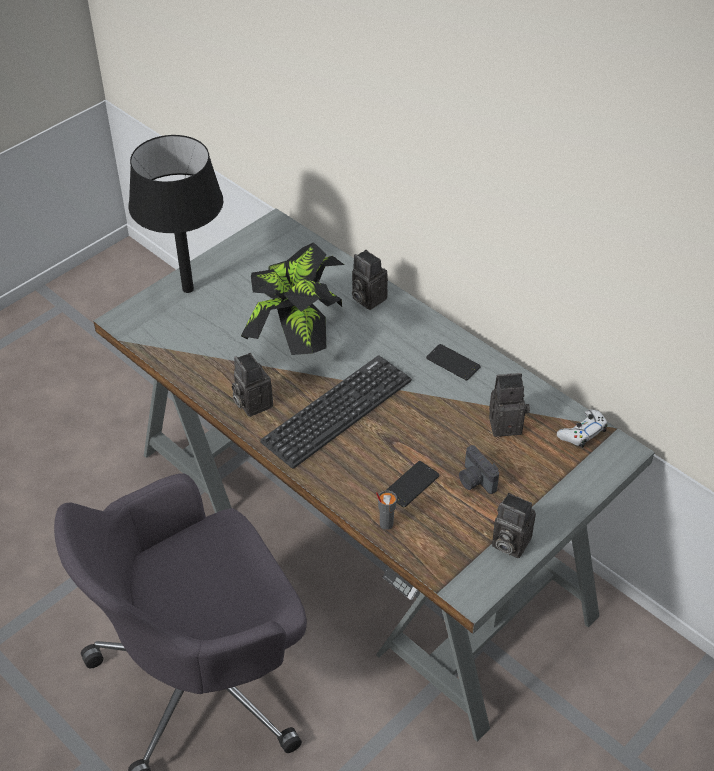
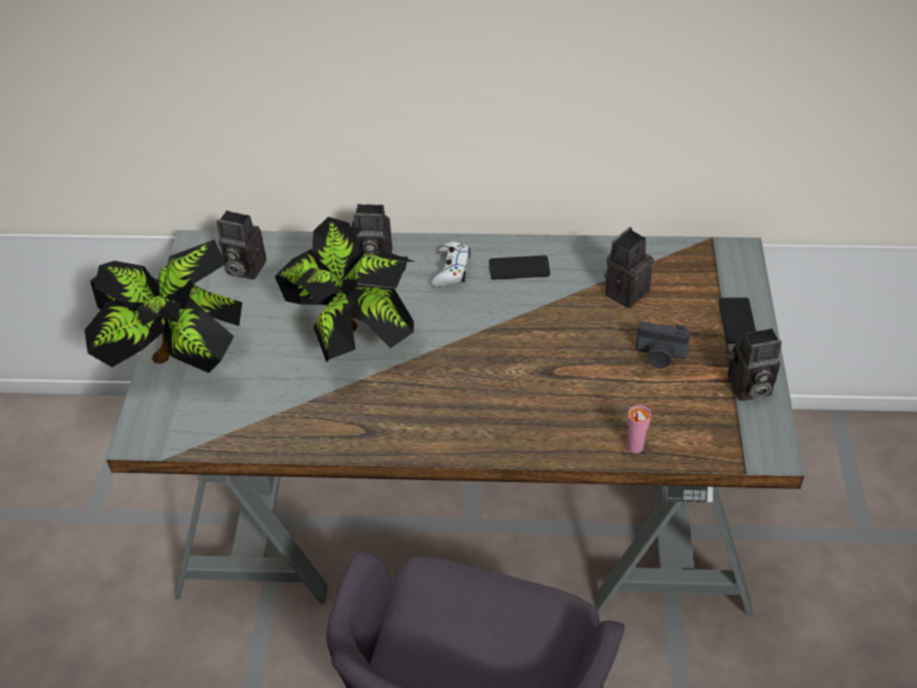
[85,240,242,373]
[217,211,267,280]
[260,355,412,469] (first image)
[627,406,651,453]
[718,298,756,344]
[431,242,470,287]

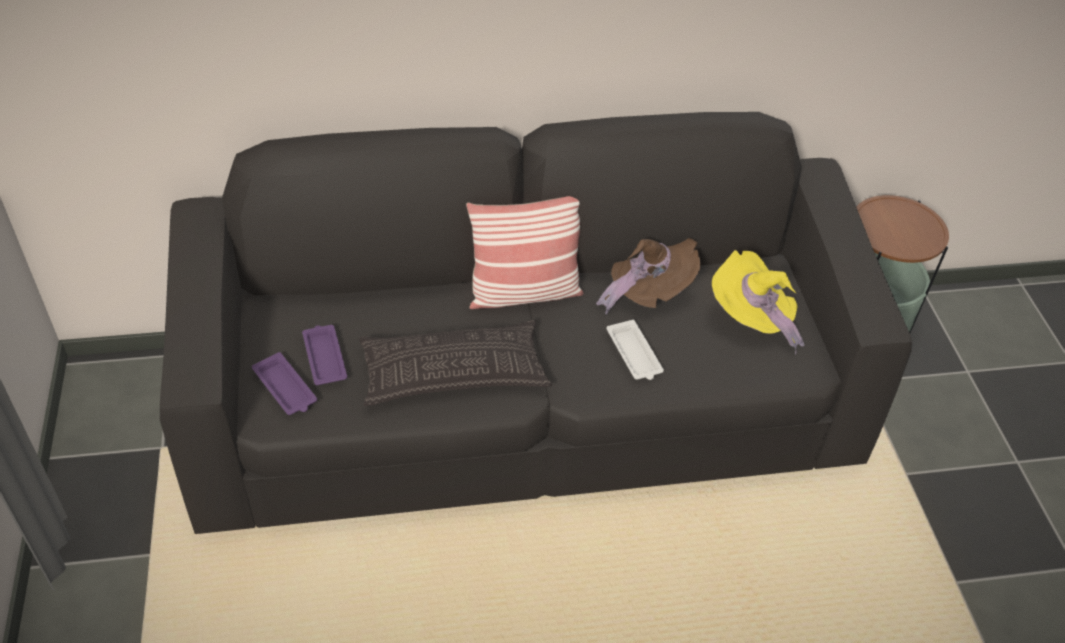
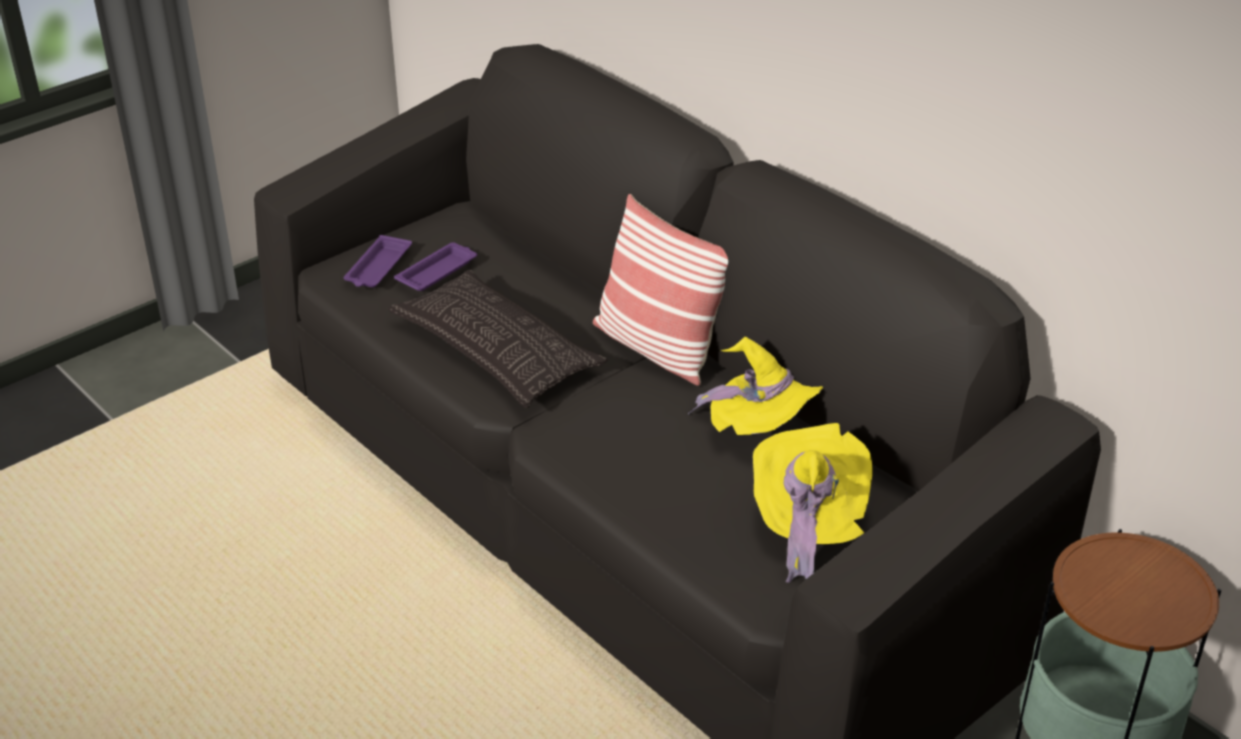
[688,337,823,435]
[606,320,664,380] (first image)

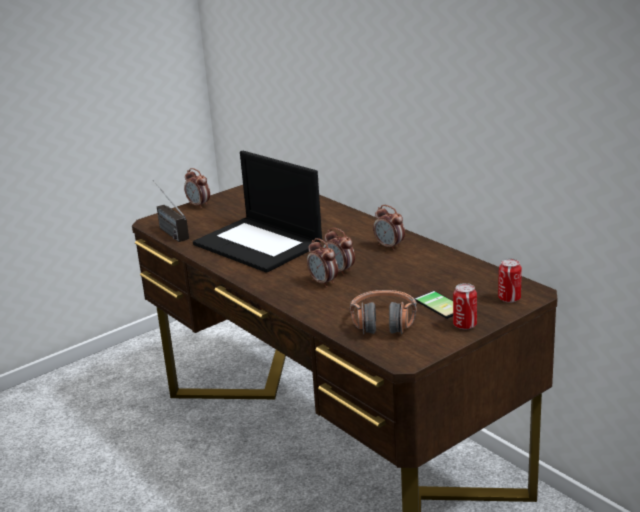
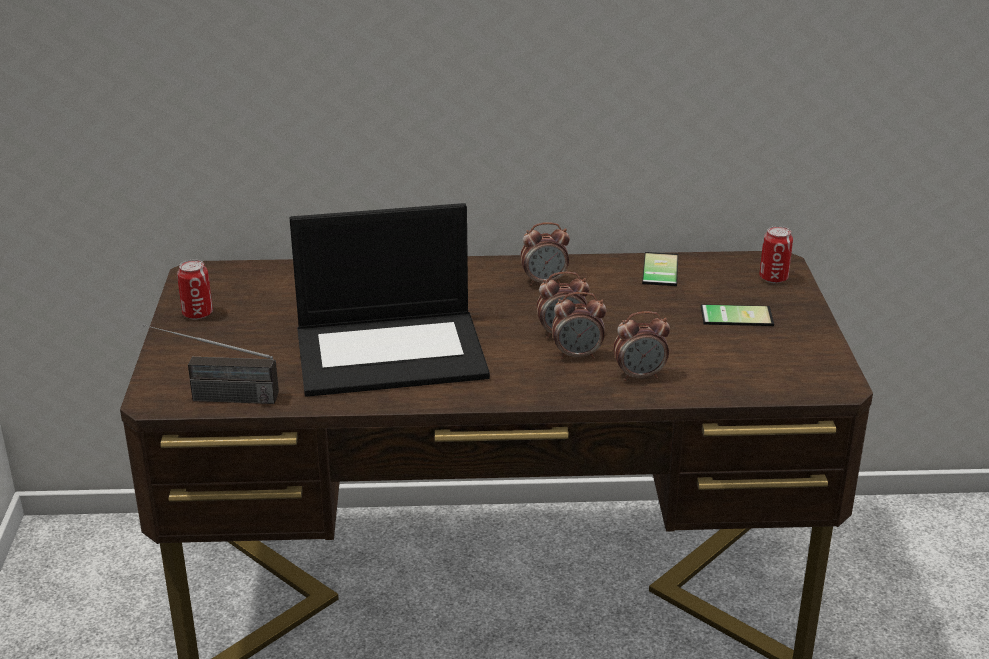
[613,311,670,381]
[350,290,417,334] (first image)
[177,260,213,319]
[642,252,678,286]

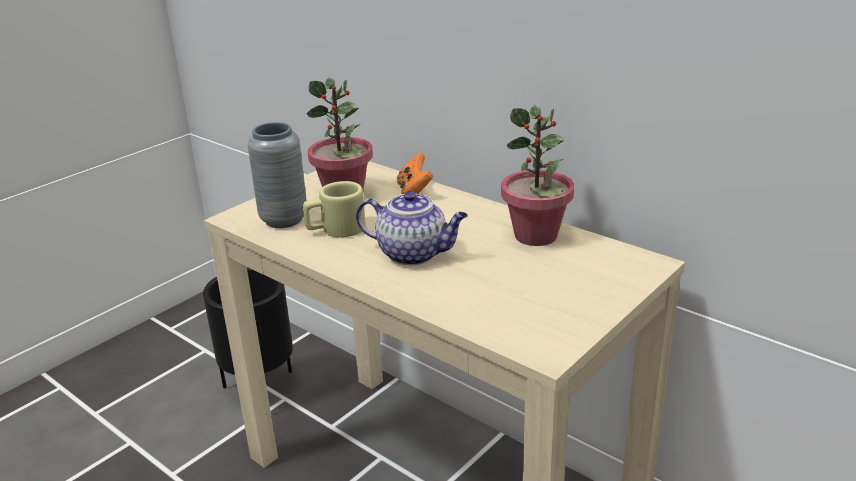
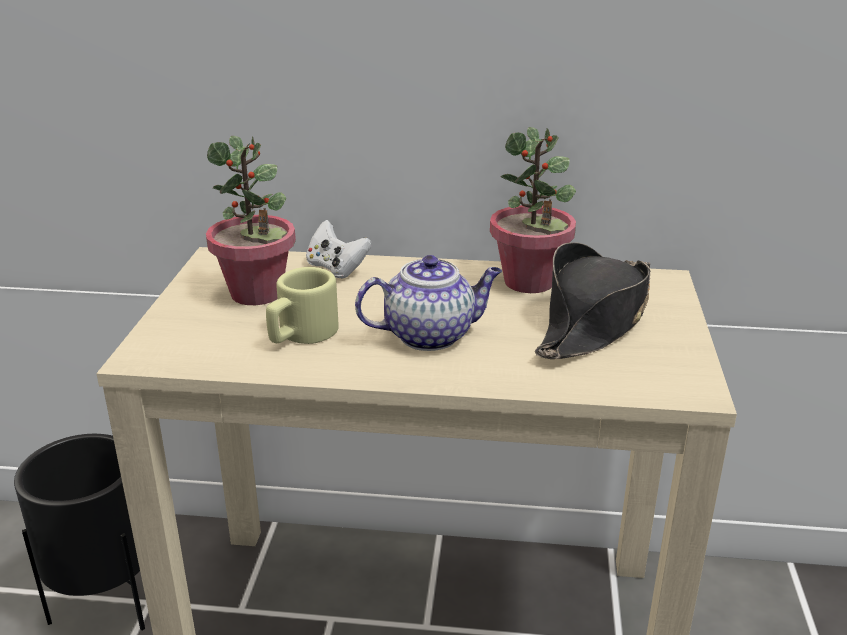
[248,122,307,228] (first image)
[306,220,372,279]
[535,242,650,359]

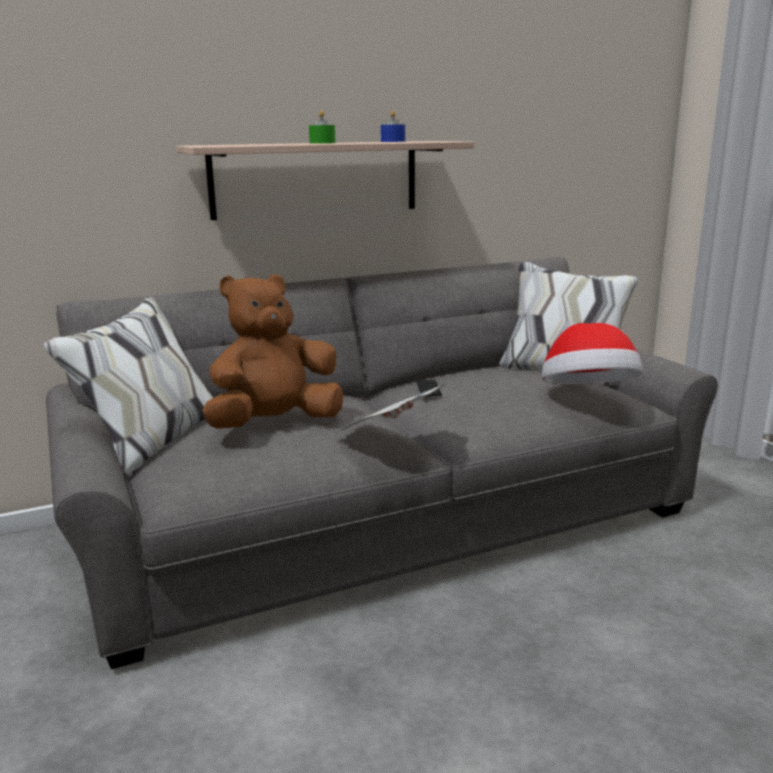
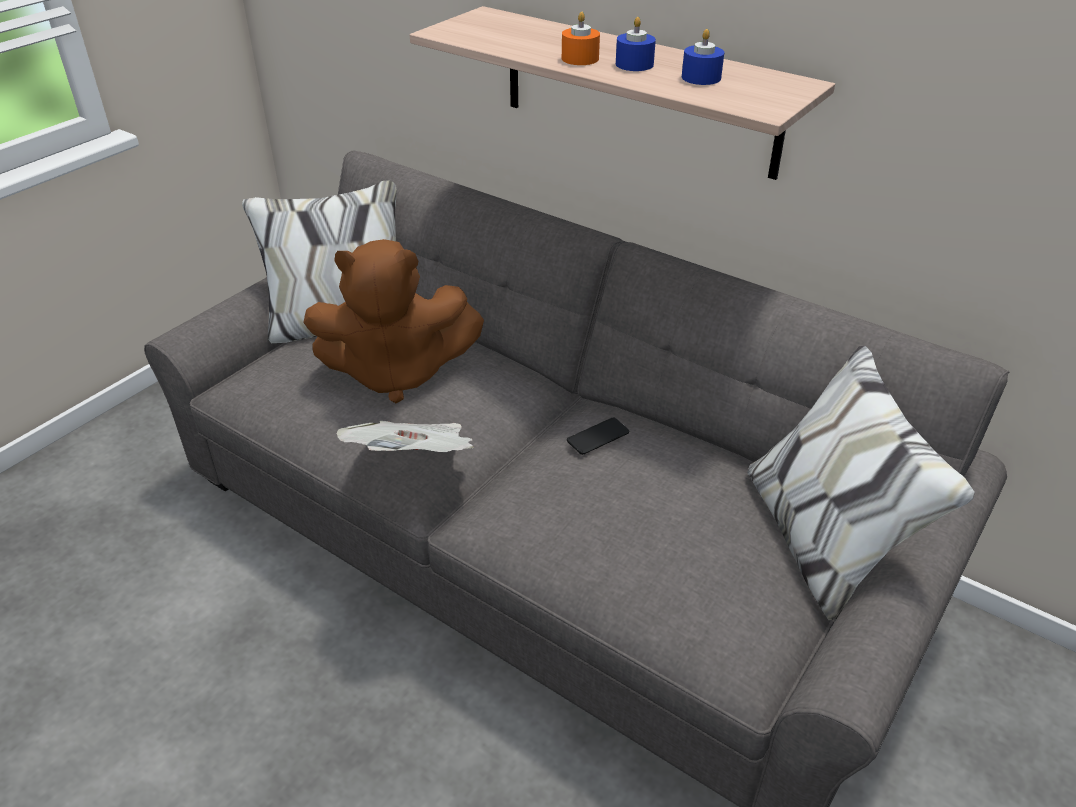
[303,239,484,403]
[562,12,600,65]
[542,323,643,384] (first image)
[616,17,656,71]

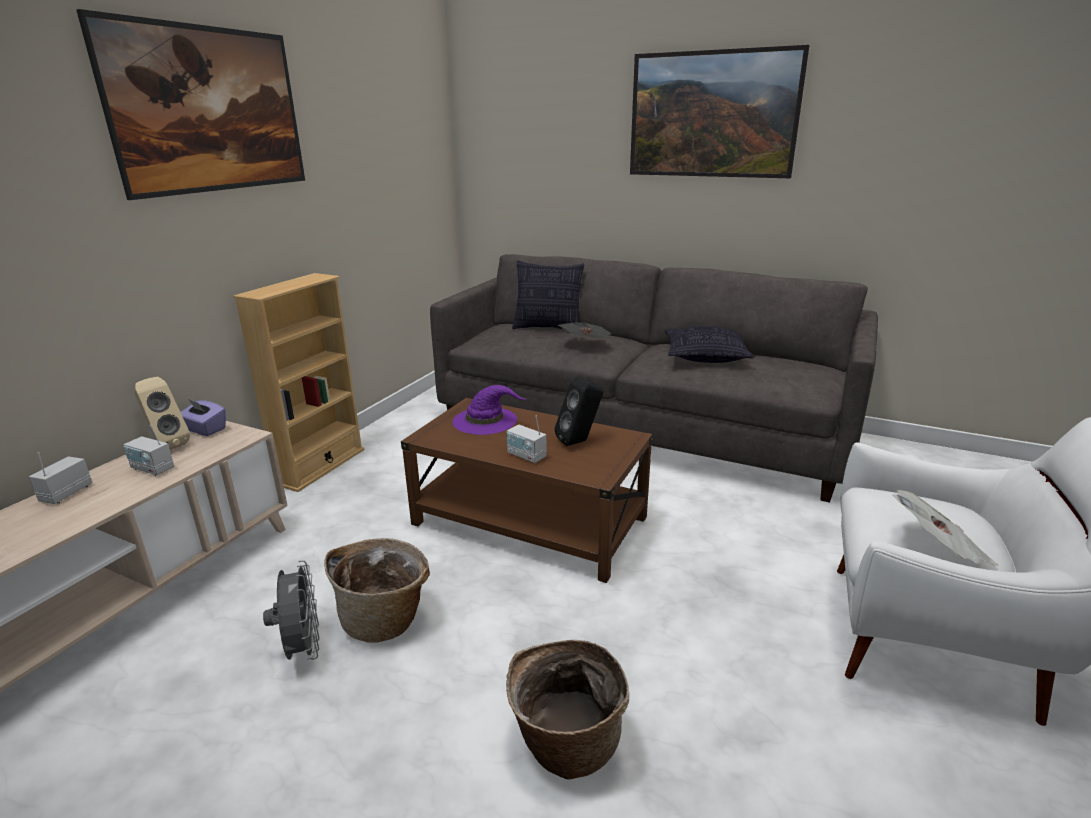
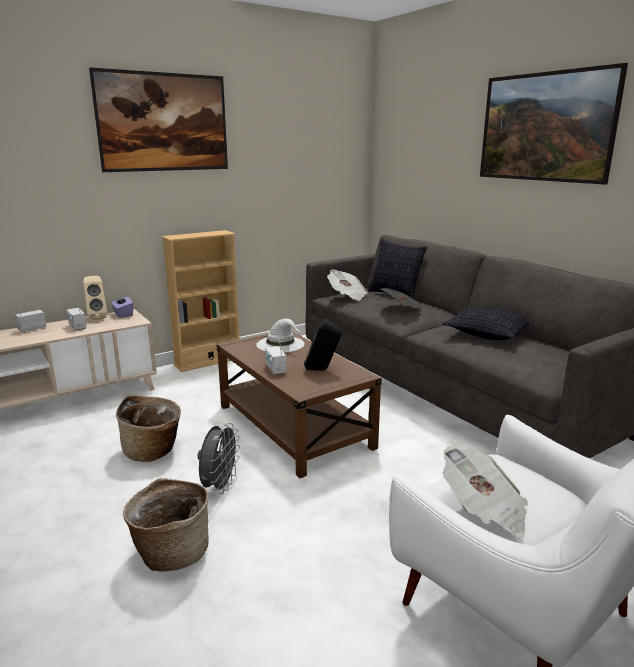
[197,423,240,494]
[256,319,305,353]
[327,270,368,301]

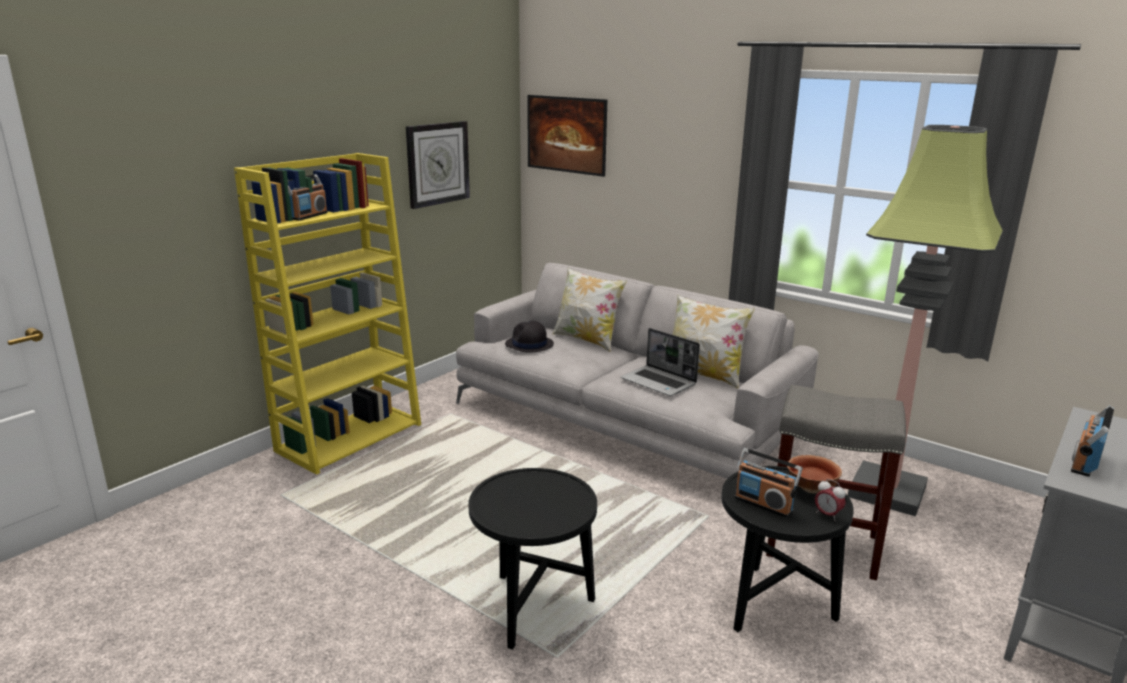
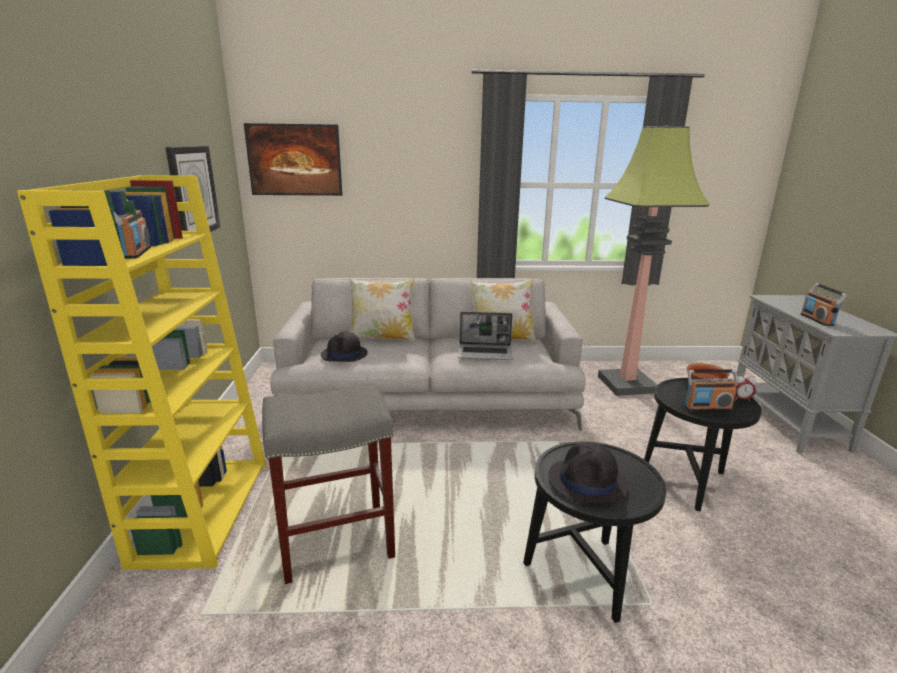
[262,383,395,584]
[548,442,628,503]

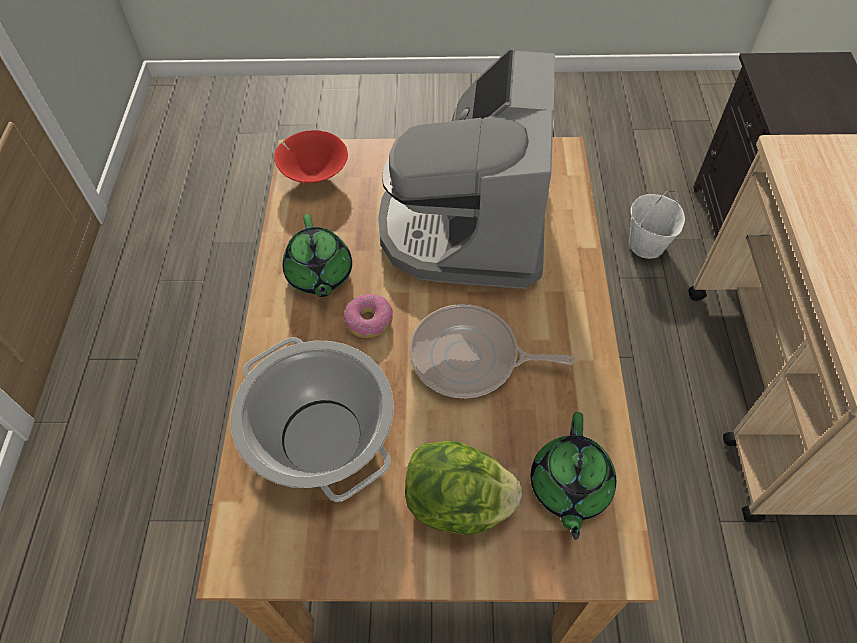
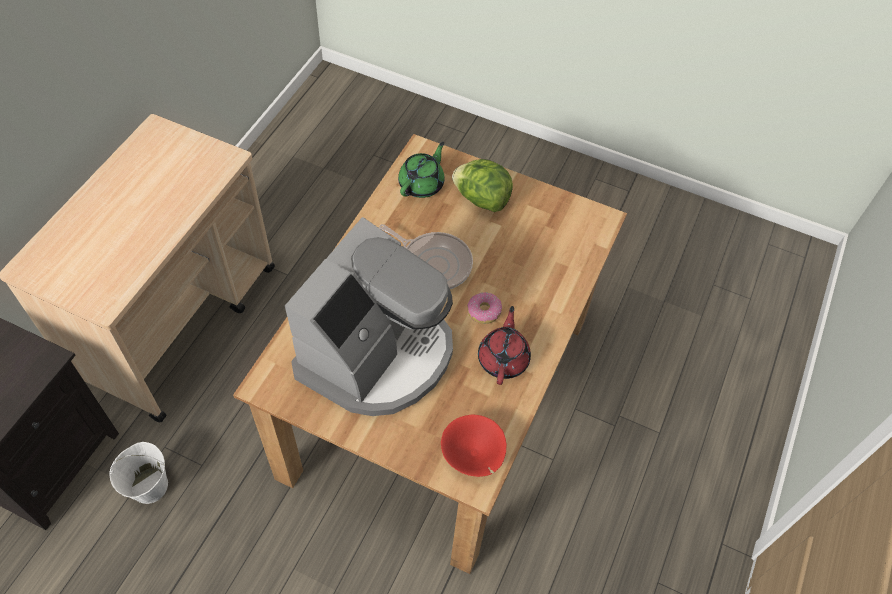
[231,337,394,502] (first image)
[478,306,531,385]

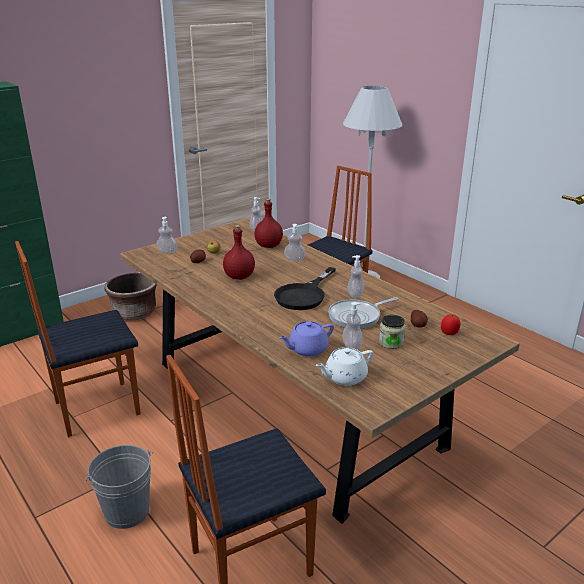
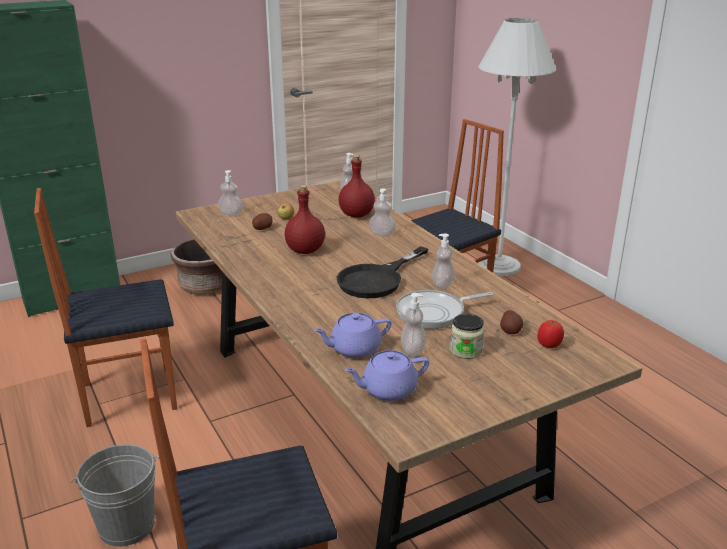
[345,350,429,401]

